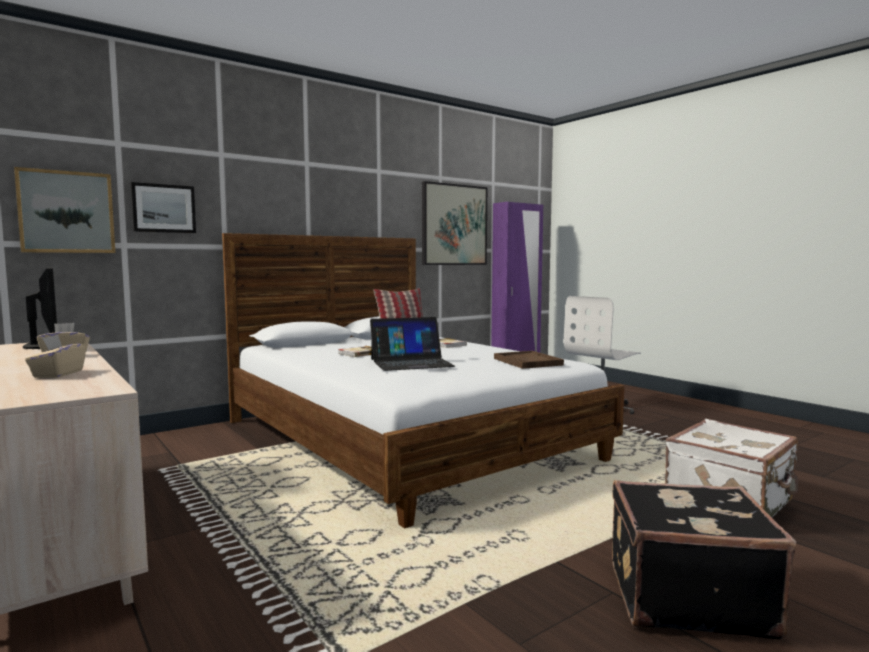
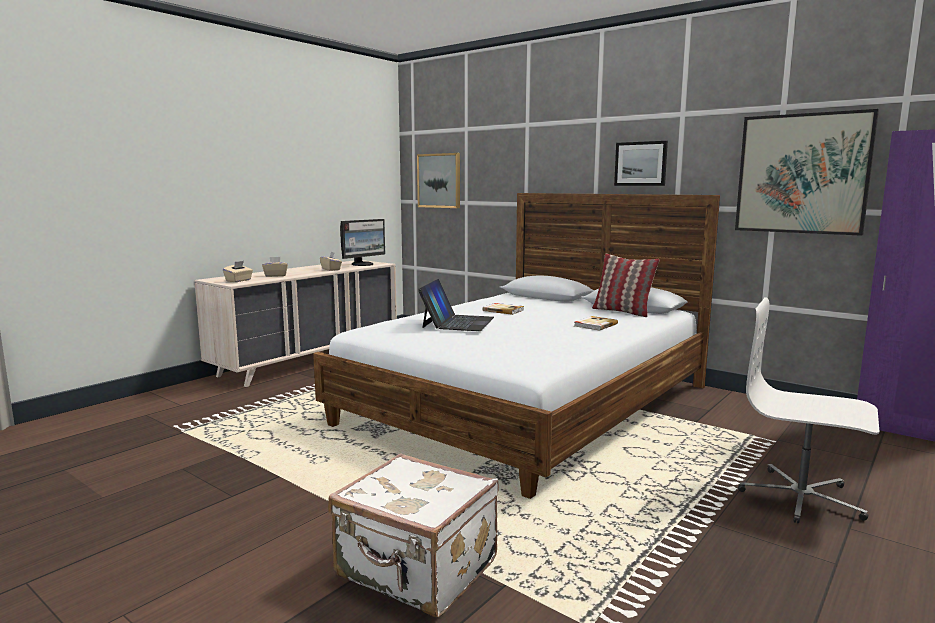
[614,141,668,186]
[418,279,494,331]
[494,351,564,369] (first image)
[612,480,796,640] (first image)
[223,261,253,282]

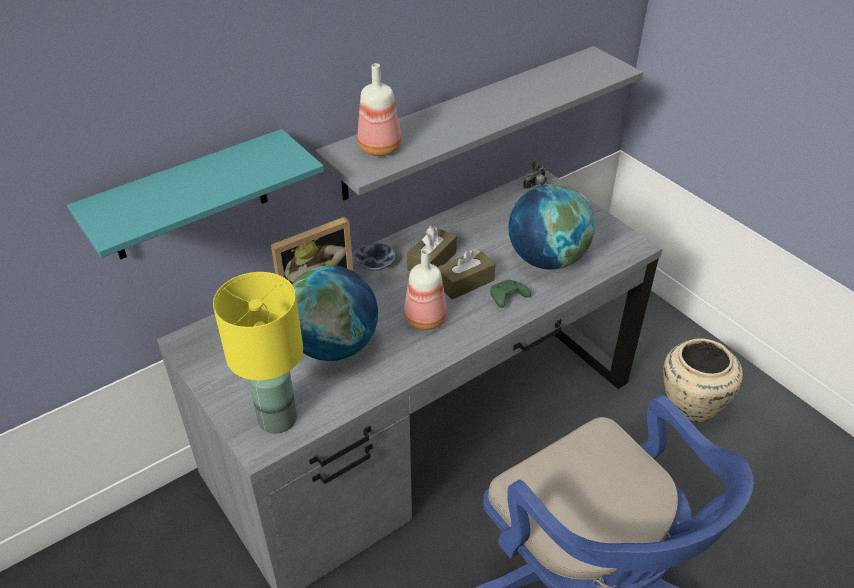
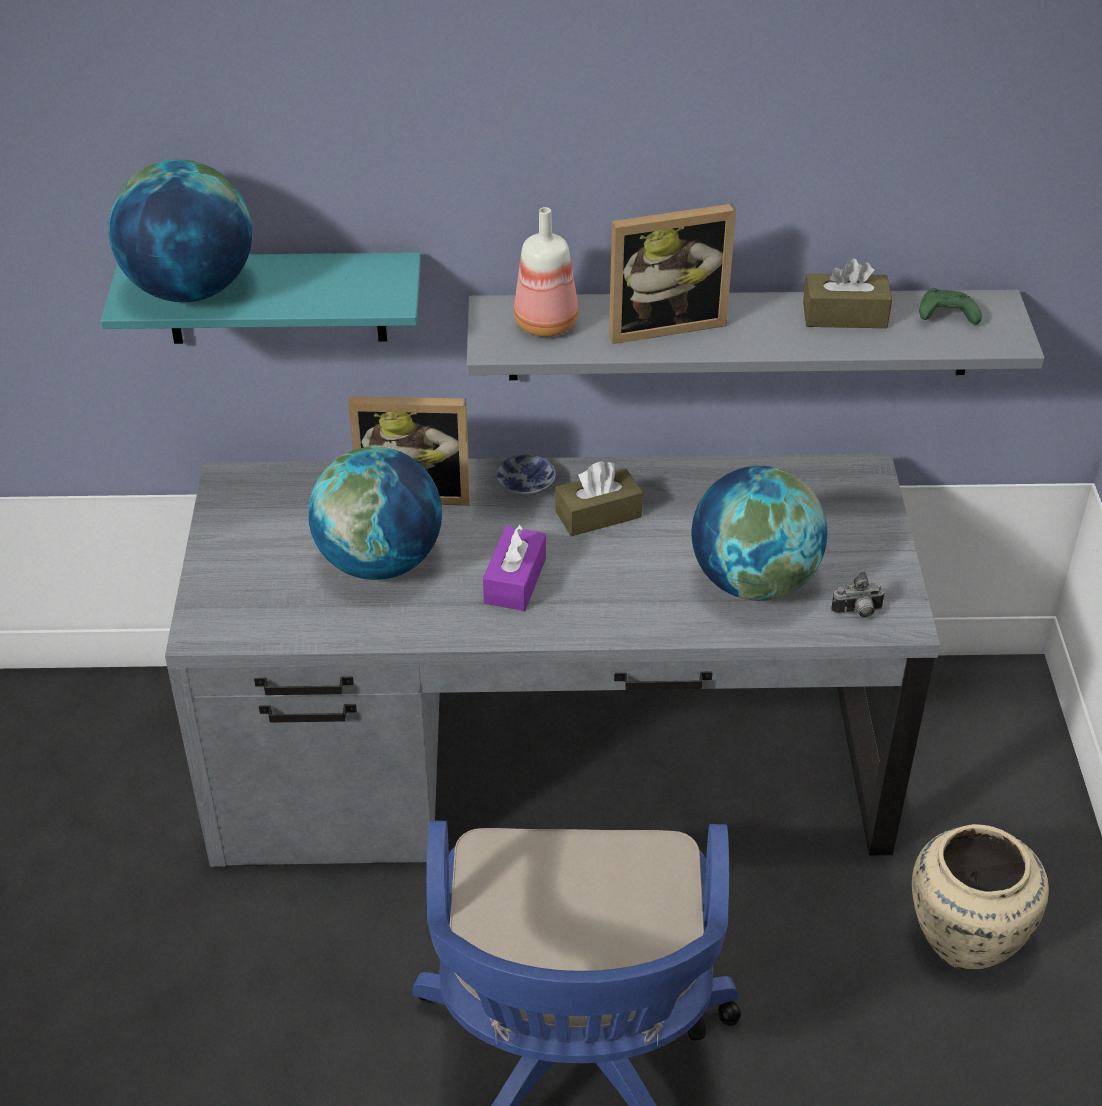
[213,272,303,433] (first image)
[483,524,546,611]
[803,258,892,328]
[919,288,982,325]
[831,571,885,618]
[108,159,252,302]
[609,204,736,344]

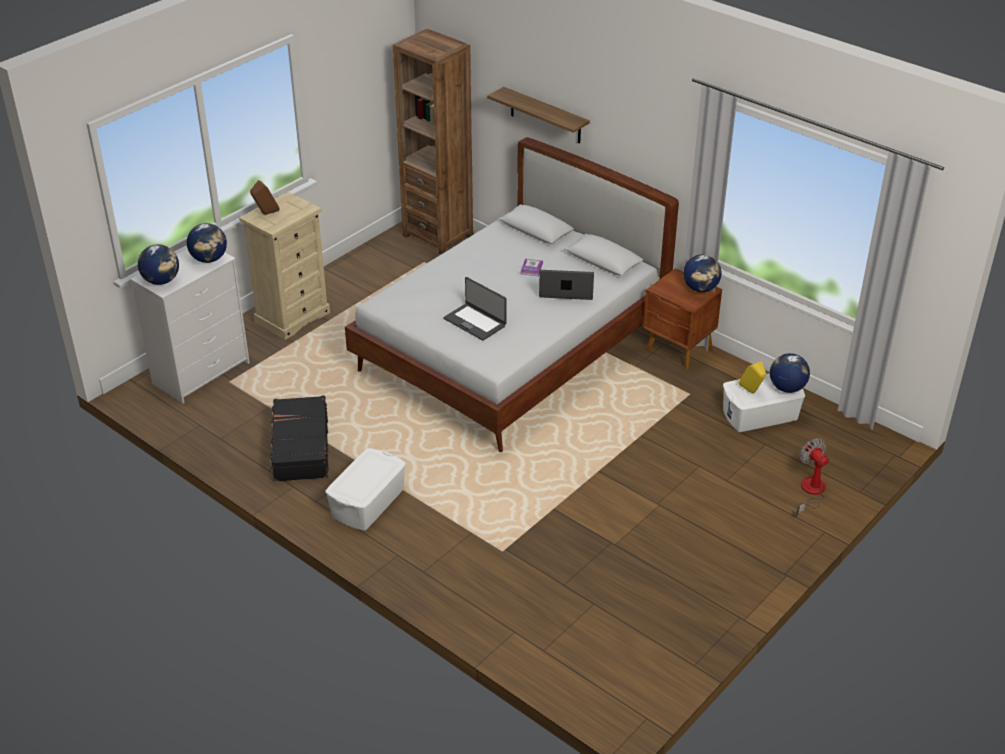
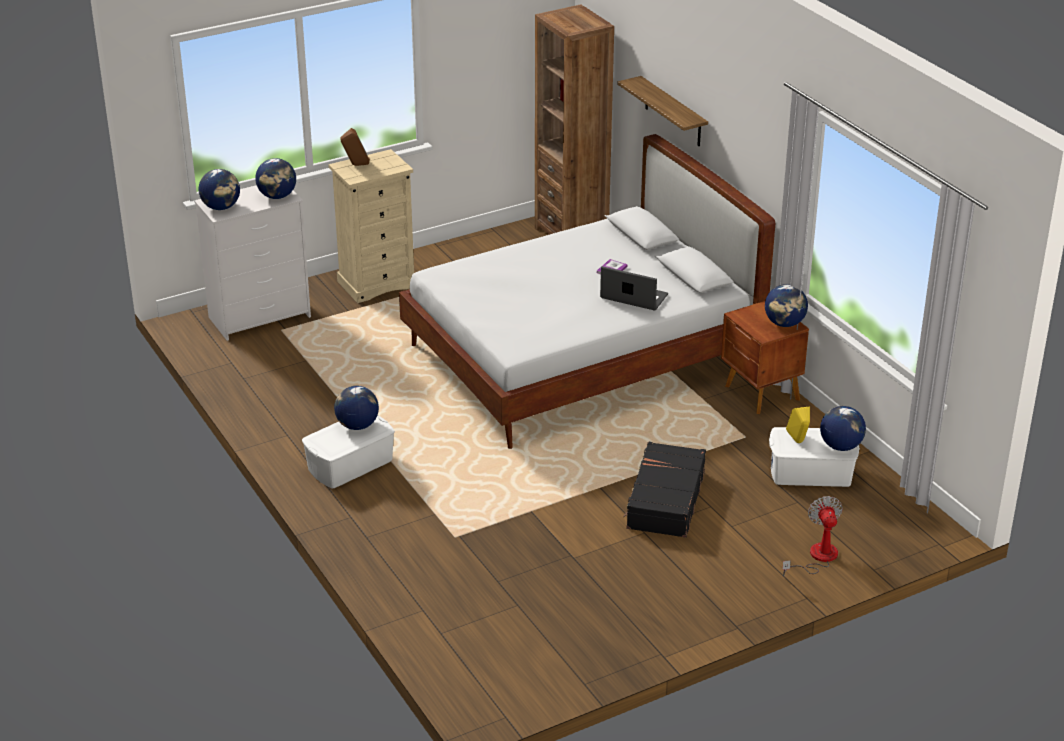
[623,442,706,538]
[444,277,506,341] (first image)
[334,386,379,430]

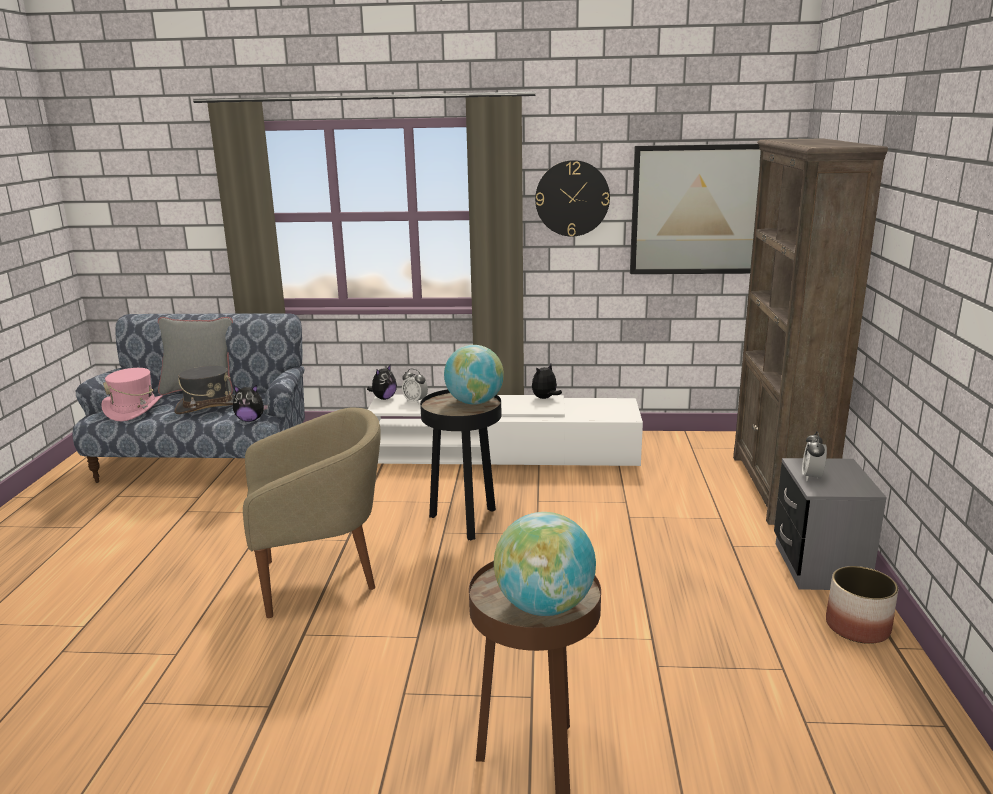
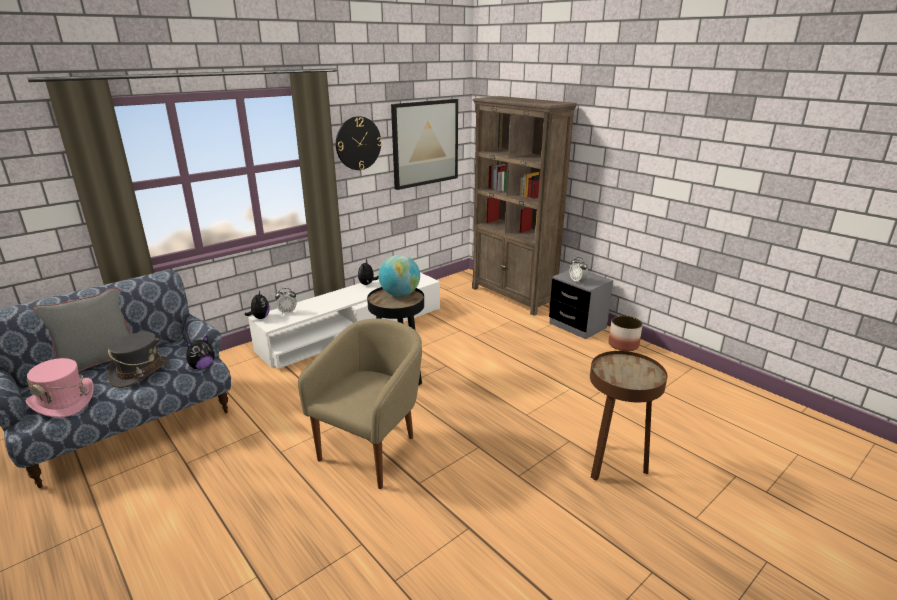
[494,512,596,616] (first image)

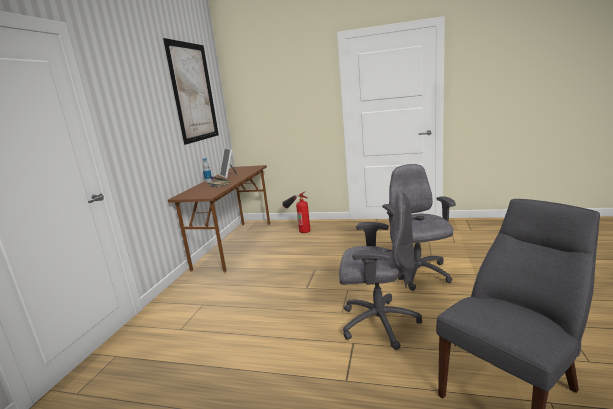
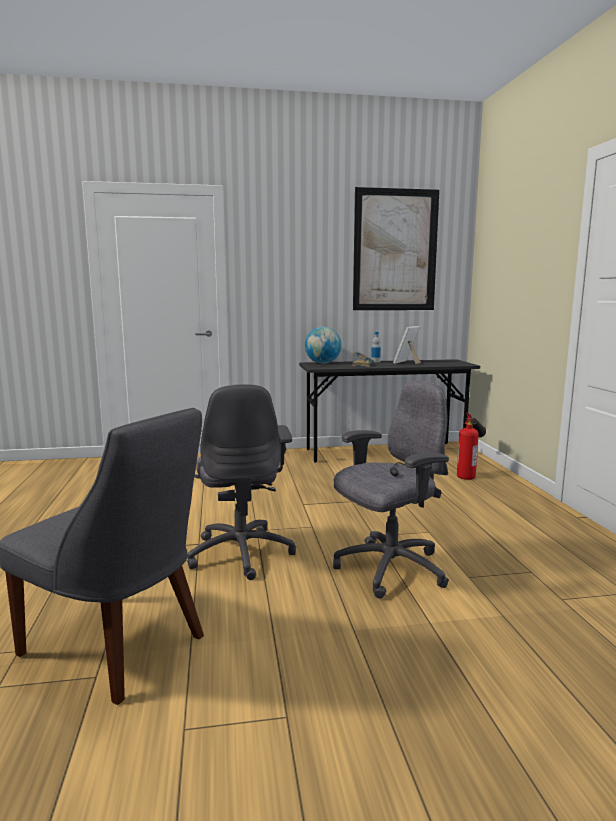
[299,359,480,463]
[305,327,342,364]

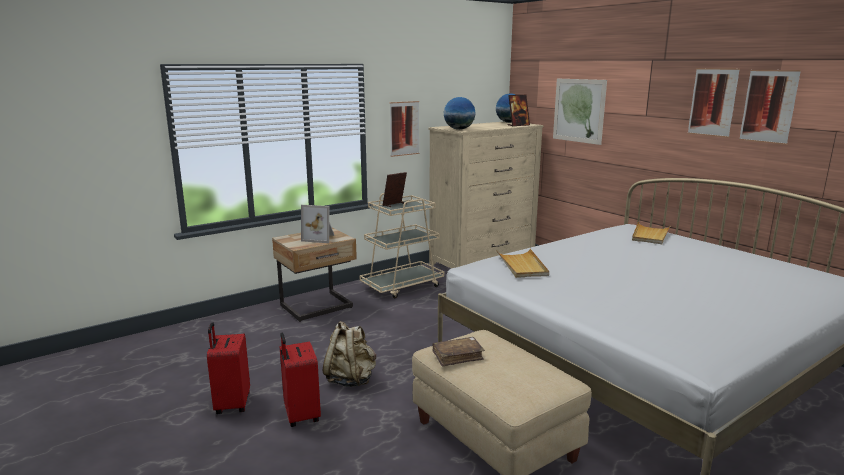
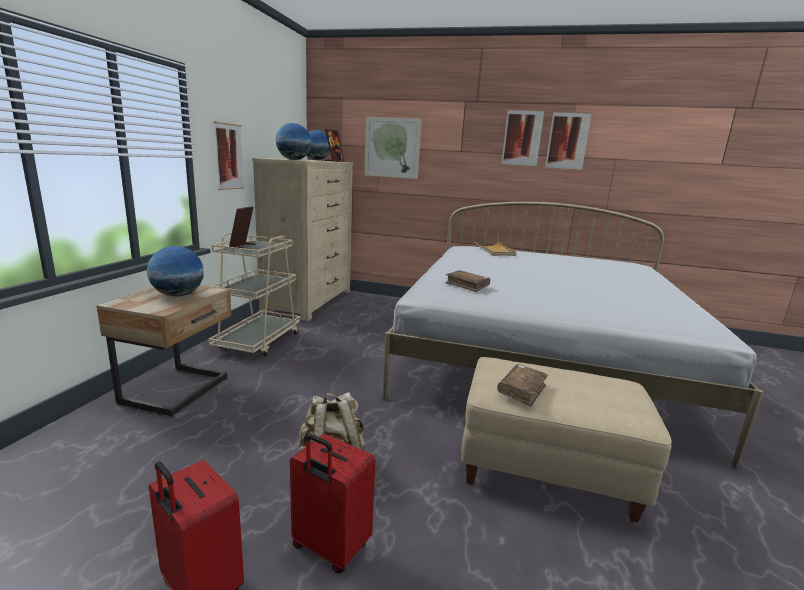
[147,246,203,297]
[445,270,490,292]

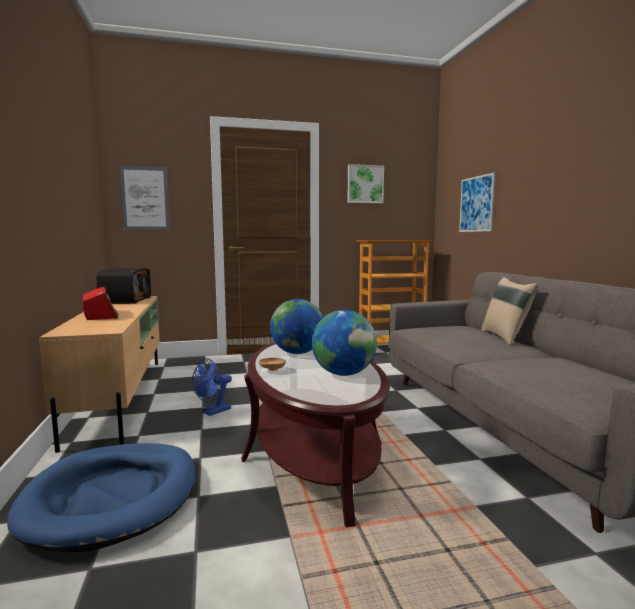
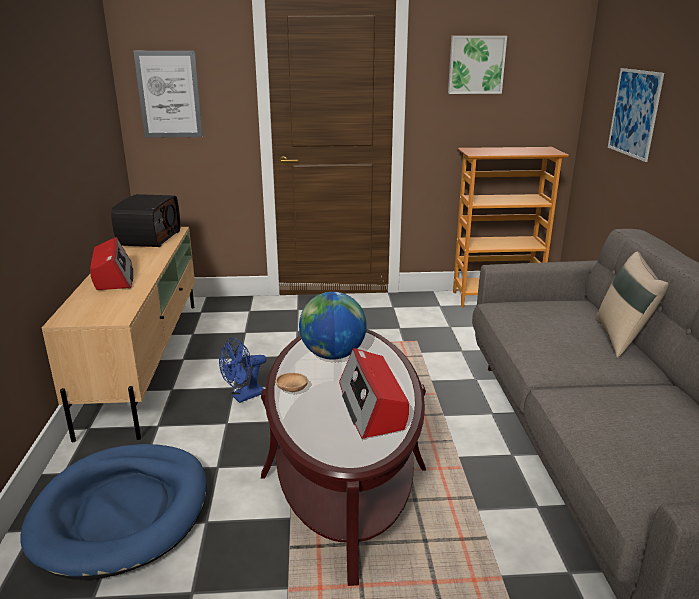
[339,348,409,439]

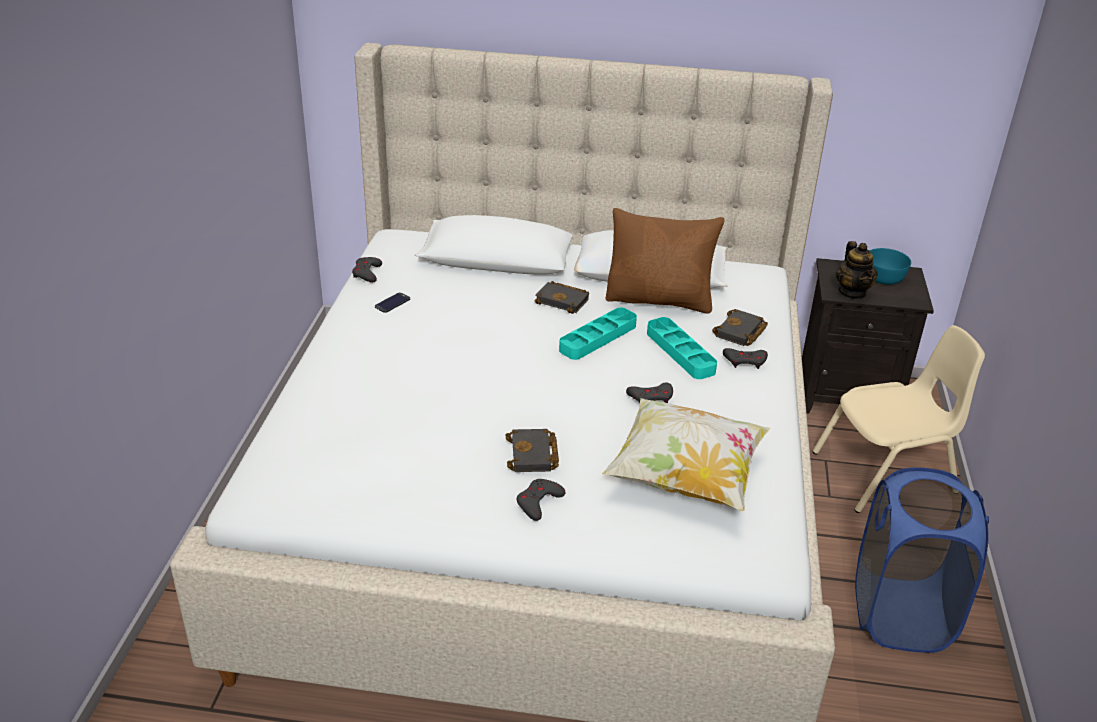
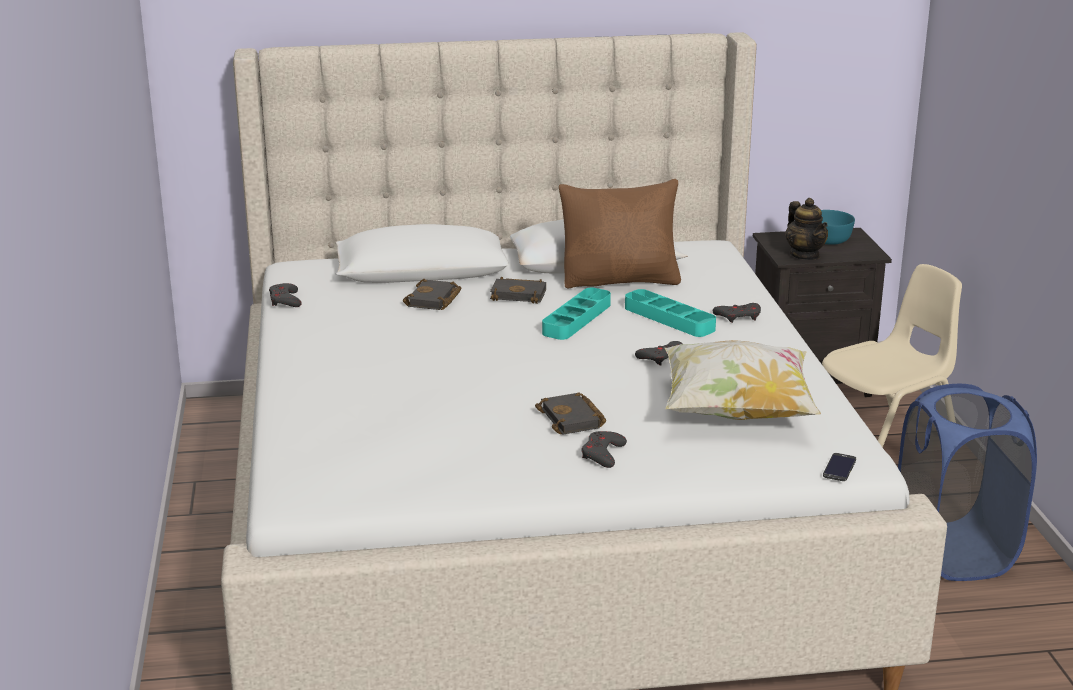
[823,453,856,481]
[403,279,462,310]

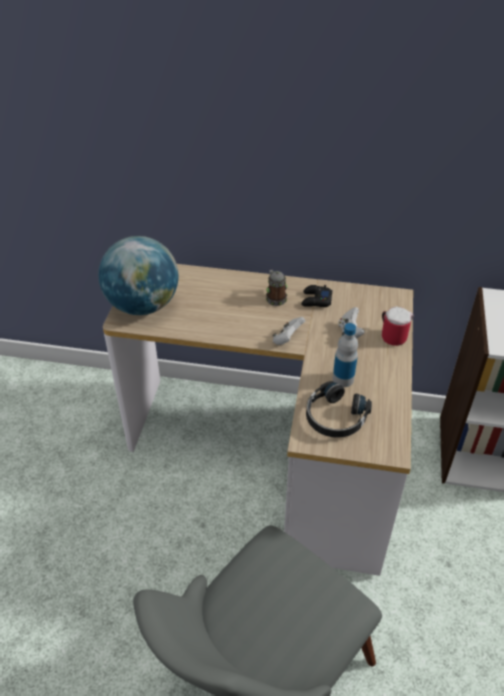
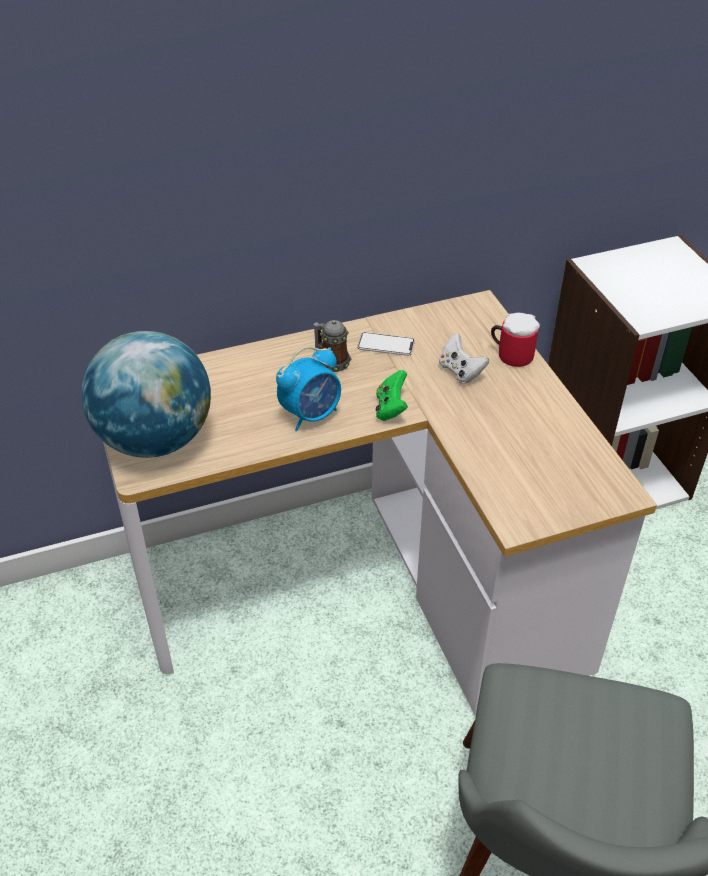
[376,370,408,421]
[357,332,415,356]
[306,381,372,438] (first image)
[333,323,358,387] (first image)
[276,347,341,431]

